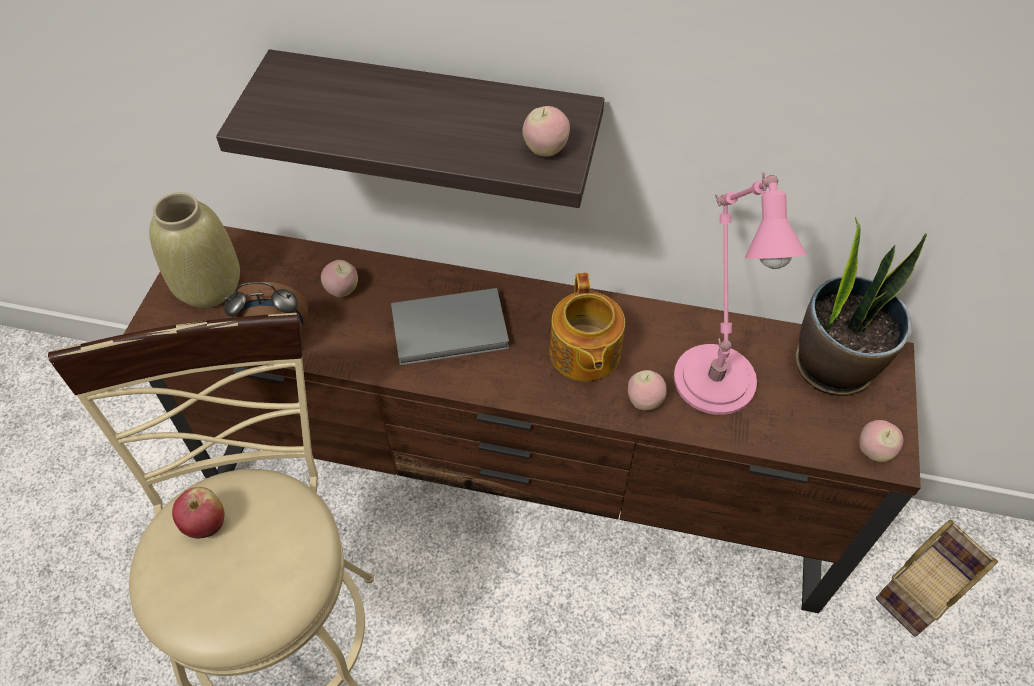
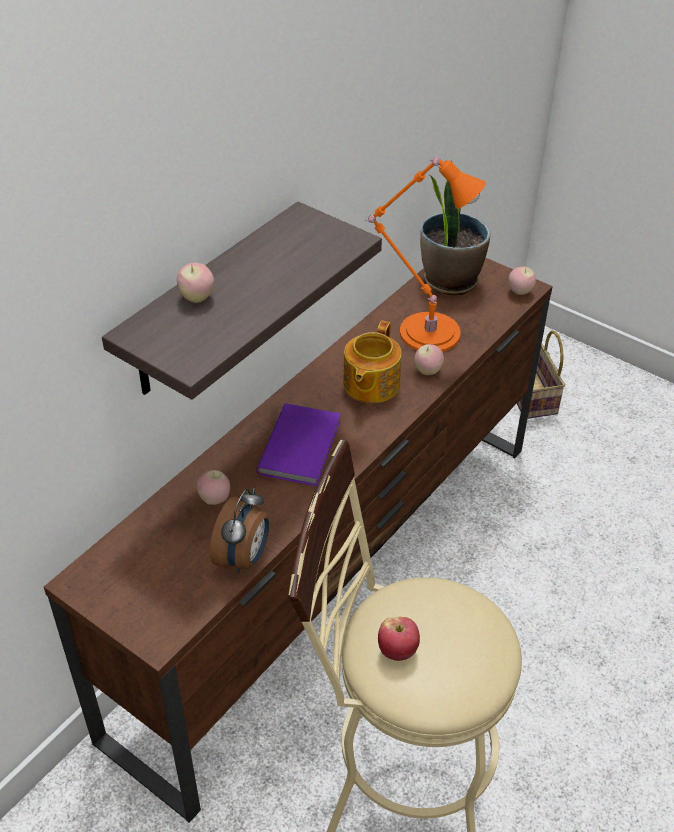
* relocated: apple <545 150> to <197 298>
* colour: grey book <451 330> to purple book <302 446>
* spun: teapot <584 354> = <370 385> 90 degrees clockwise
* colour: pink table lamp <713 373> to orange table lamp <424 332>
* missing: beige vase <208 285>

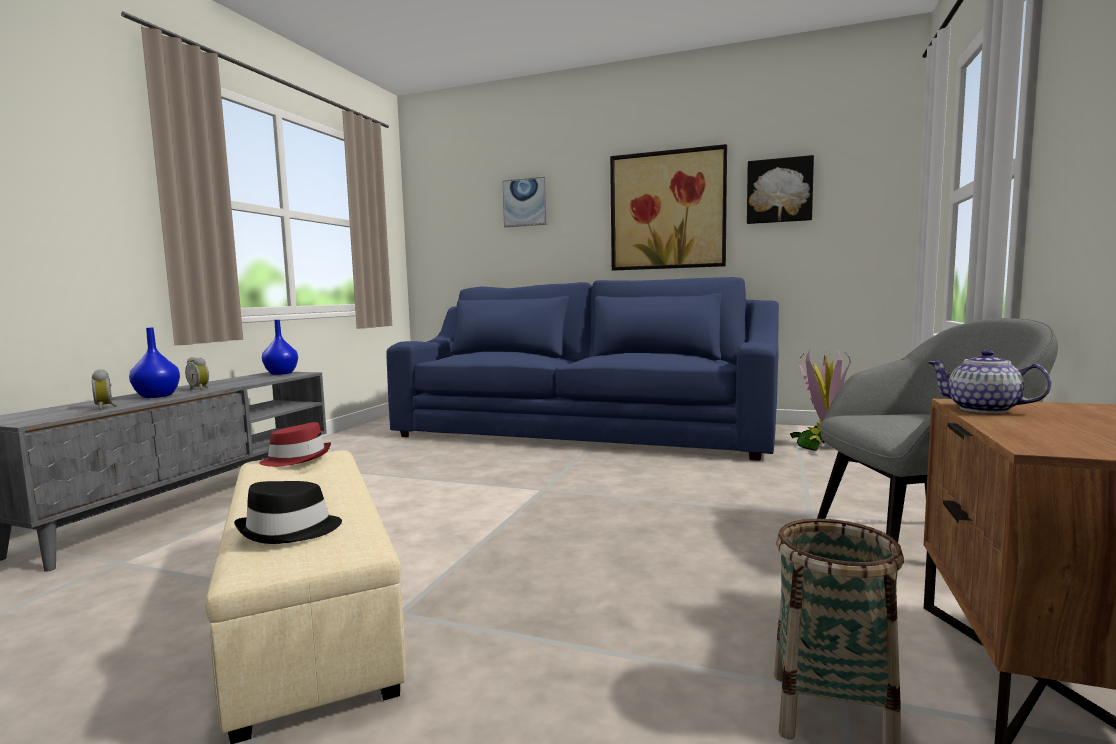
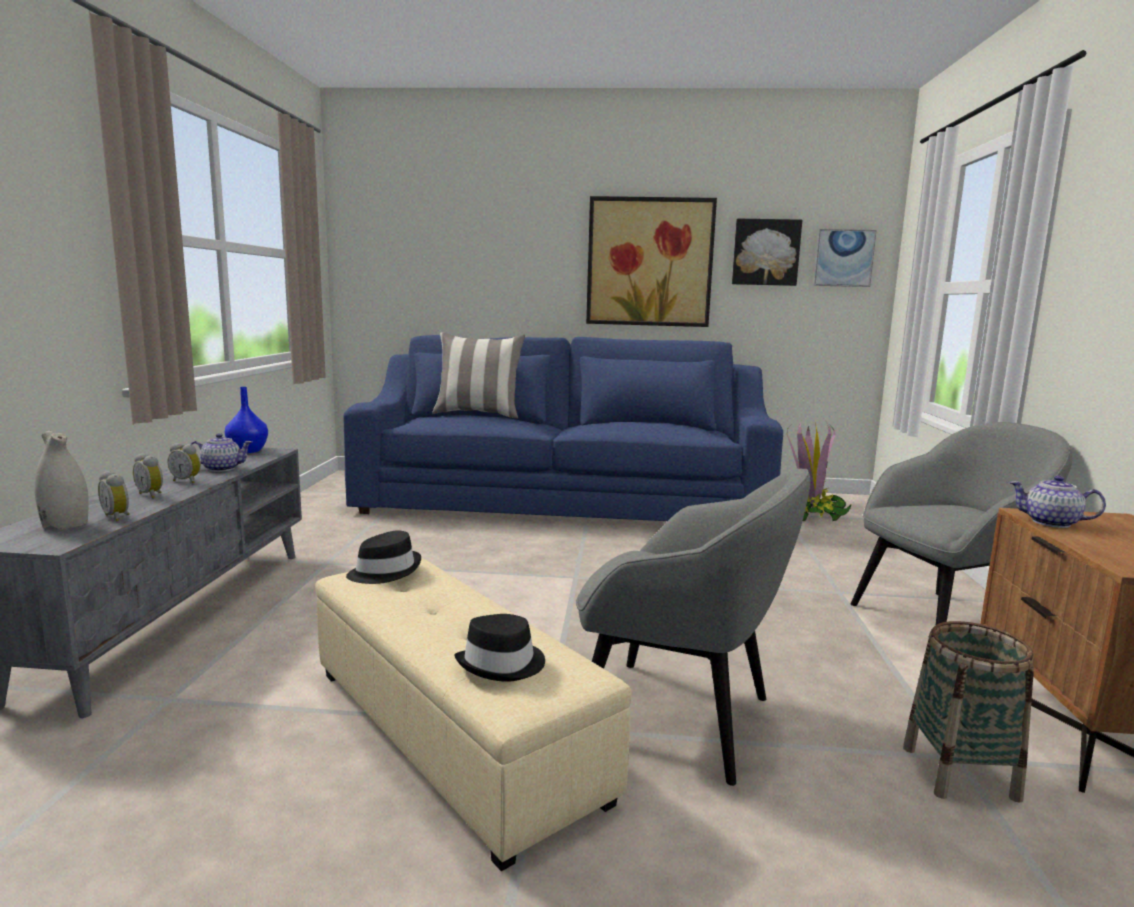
* appeared: white vase <65 526>
* exchanged: blue vase <158 396> to alarm clock <152 495>
* appeared: teapot <221 468>
* colour: red hat <297 458> to black hat <385 571>
* appeared: pillow <478 414>
* appeared: grey armchair <680 718>
* relocated: picture <525 202> to <843 258>

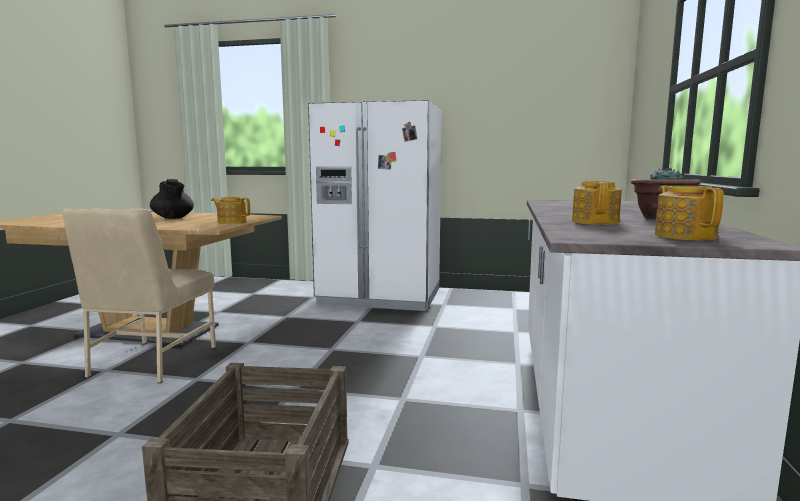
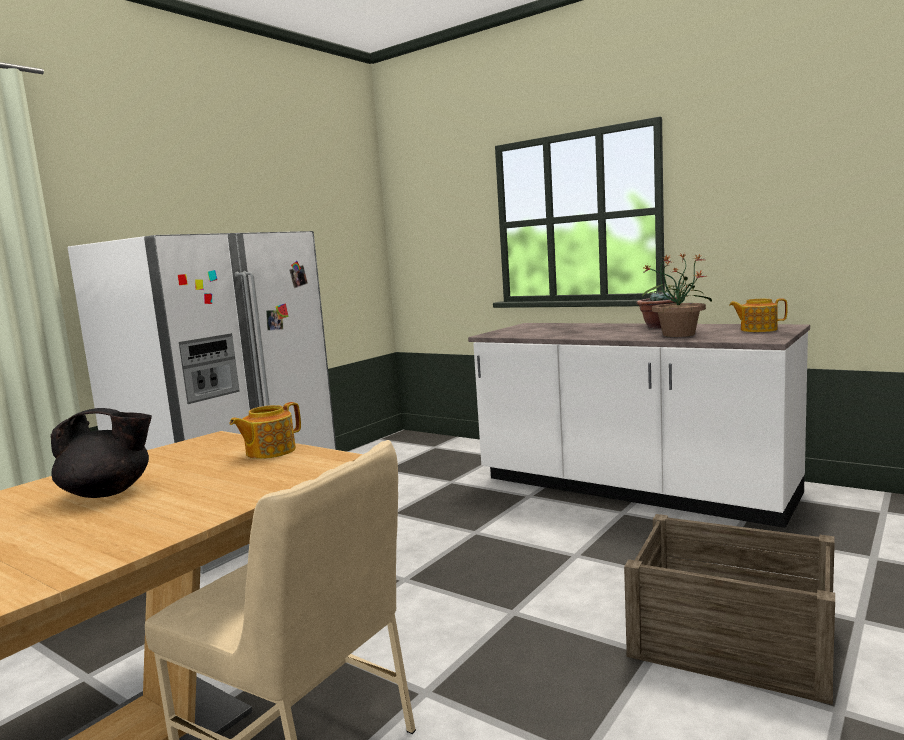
* exchanged: teapot <595 222> to potted plant <677 334>

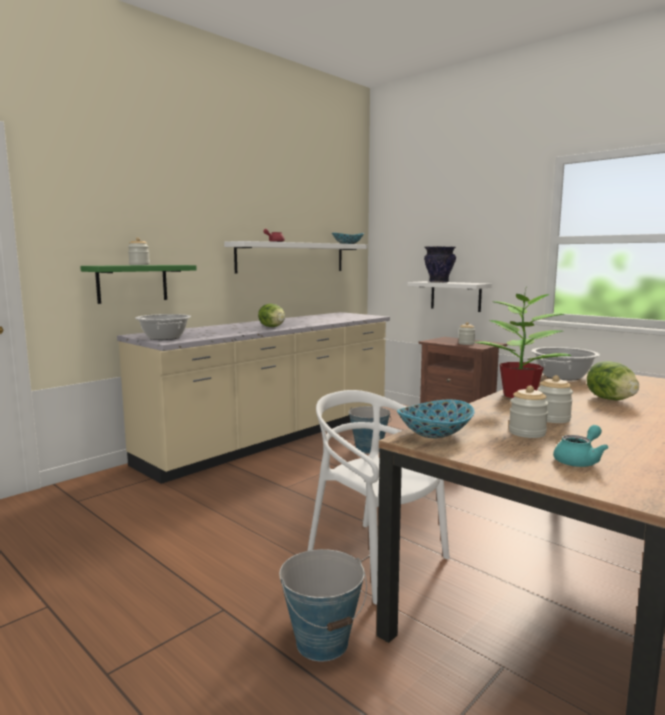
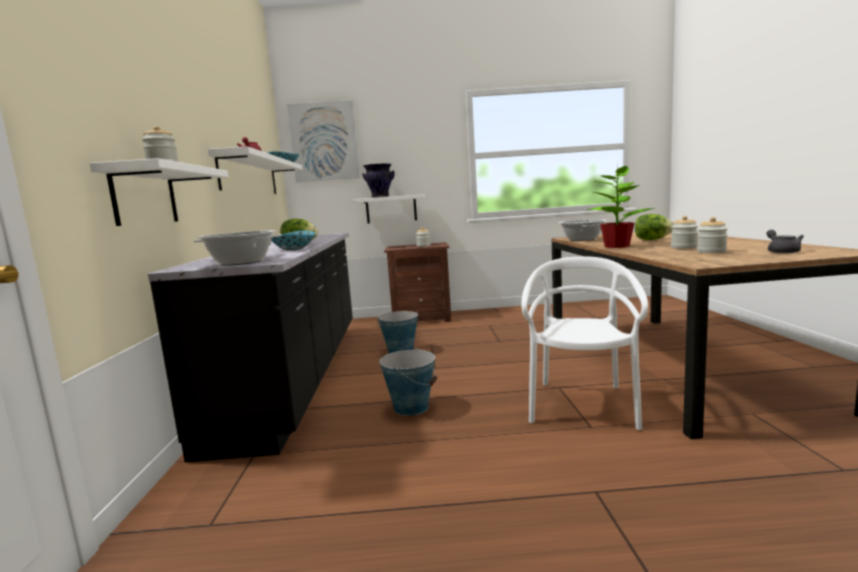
* colour: green shelf <132 283> to white shelf <145 196>
* colour: beige counter <274 438> to black counter <299 374>
* relocated: bowl <434 434> to <293 249>
* appeared: picture <324 141>
* relocated: bucket <322 642> to <411 407>
* spun: white chair <375 559> = <581 405> 105 degrees clockwise
* colour: turquoise teapot <579 461> to grey teapot <781 251>

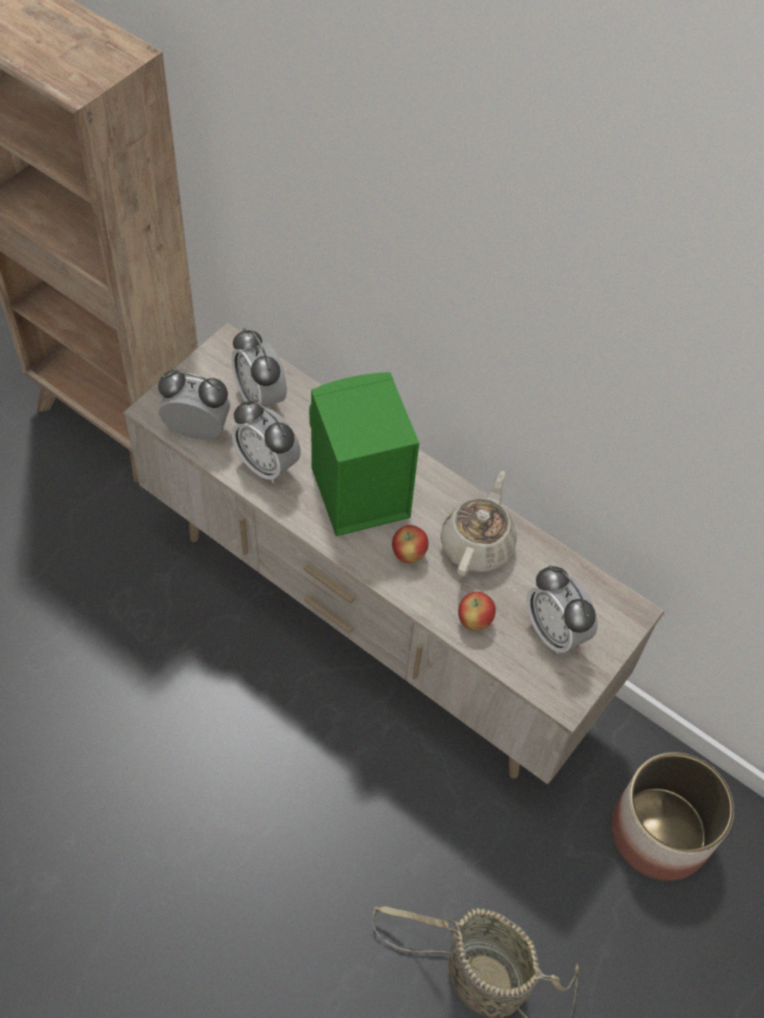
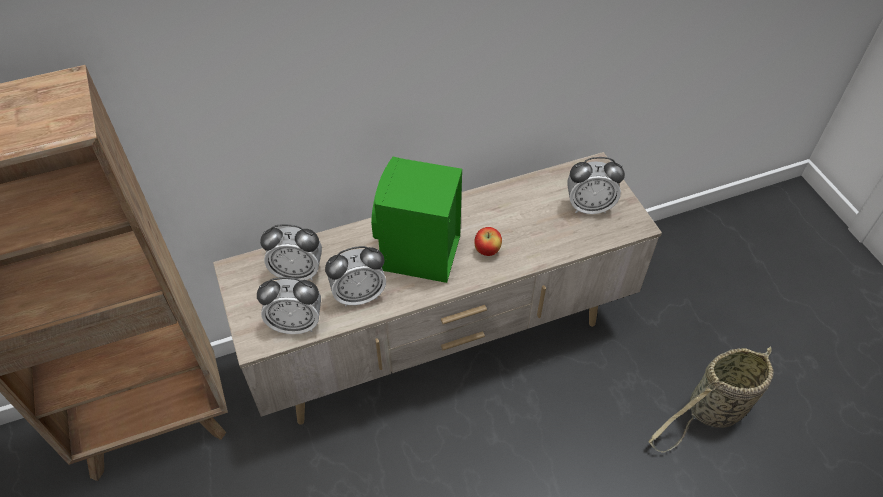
* spun: alarm clock <197 430> = <296 324> 135 degrees counterclockwise
* missing: beige teapot <477 544>
* missing: apple <474 621>
* missing: planter <660 832>

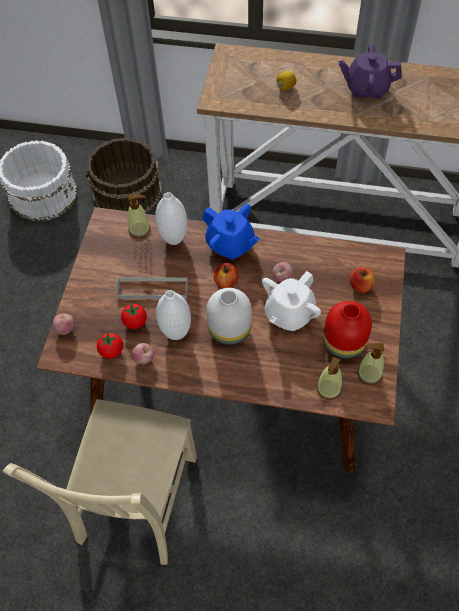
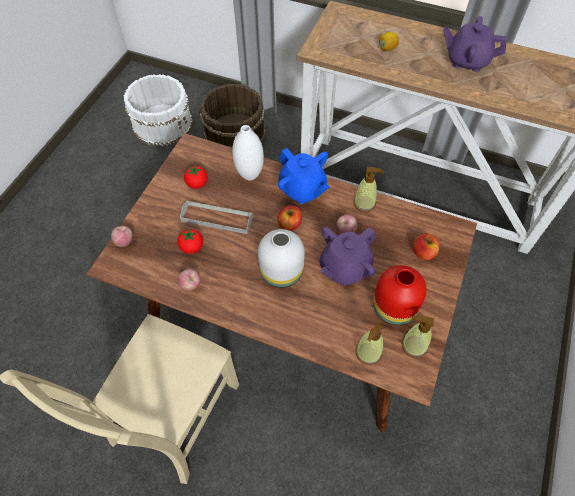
* relocated: tomato <111 351> to <197 184>
* colour: white teapot <289 314> to purple teapot <344 267>
* relocated: soap dispenser <140 230> to <364 203>
* missing: white vase <176 333>

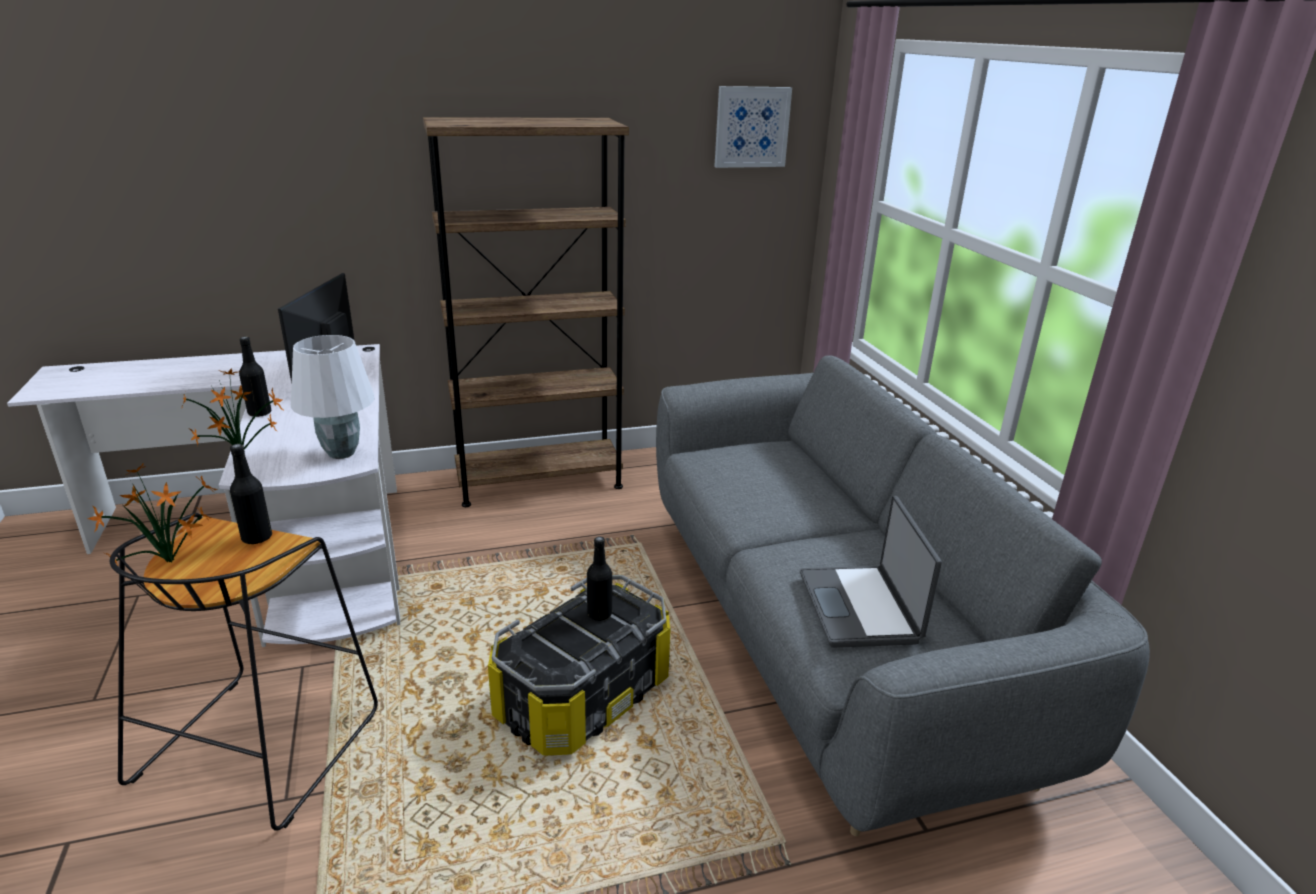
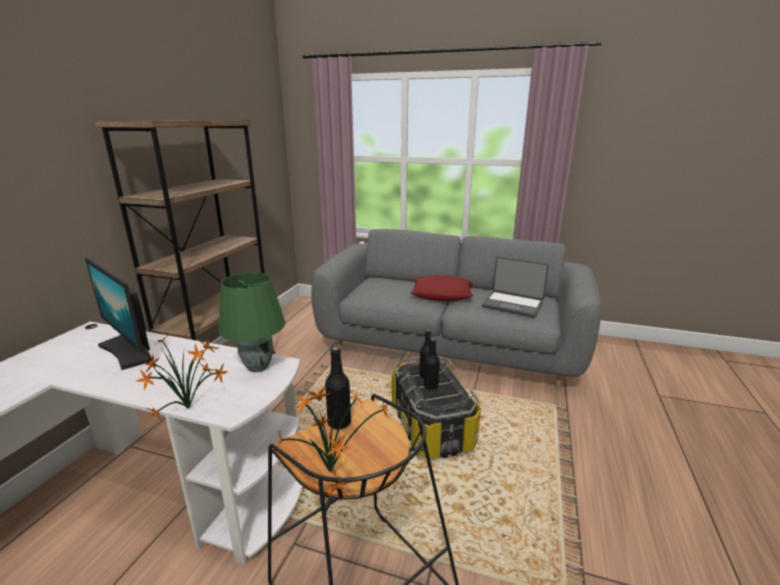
* colour: white table lamp <342 452> to green table lamp <257 366>
* appeared: red pillow <442 294>
* relocated: black bottle <259 413> to <431 386>
* missing: picture <751 127>

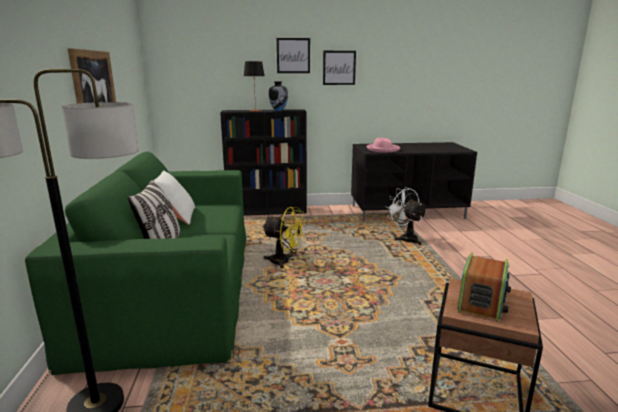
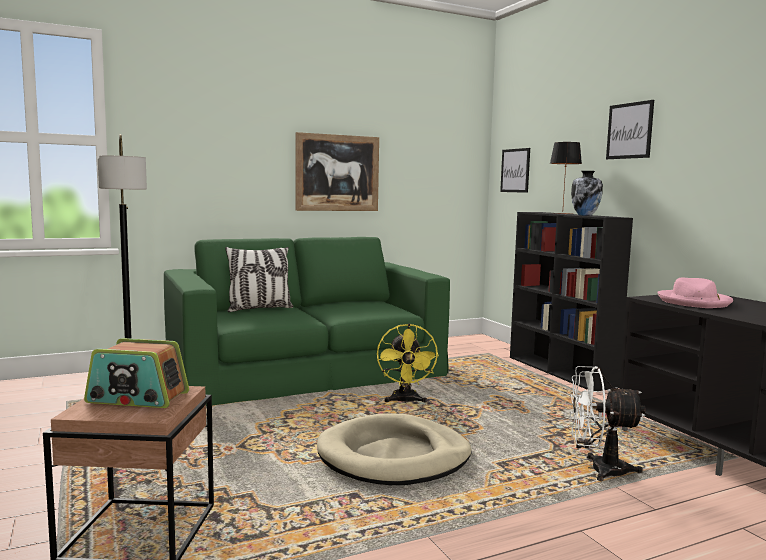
* appeared: beige dog bed <394 456>
* relocated: picture <339 67> to <515 170>
* spun: white fan <405 238> = <598 470> 120 degrees counterclockwise
* missing: white pillow <176 216>

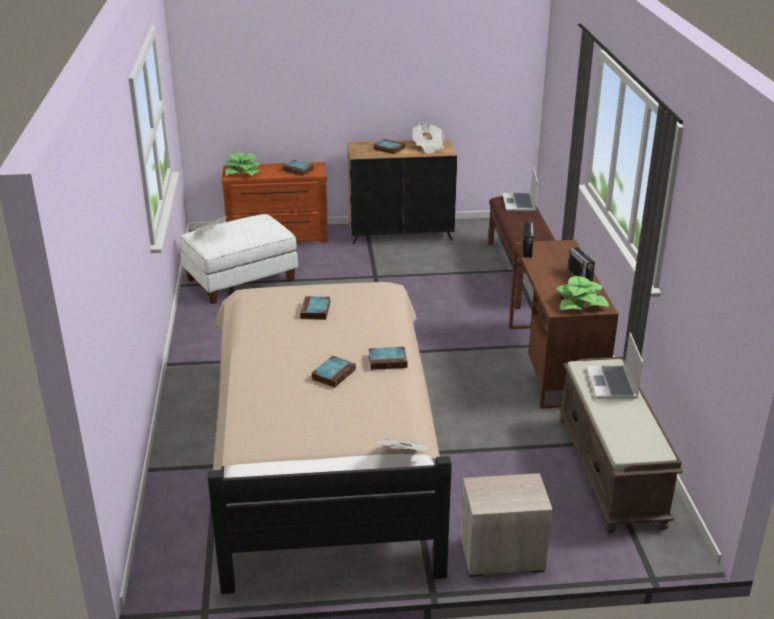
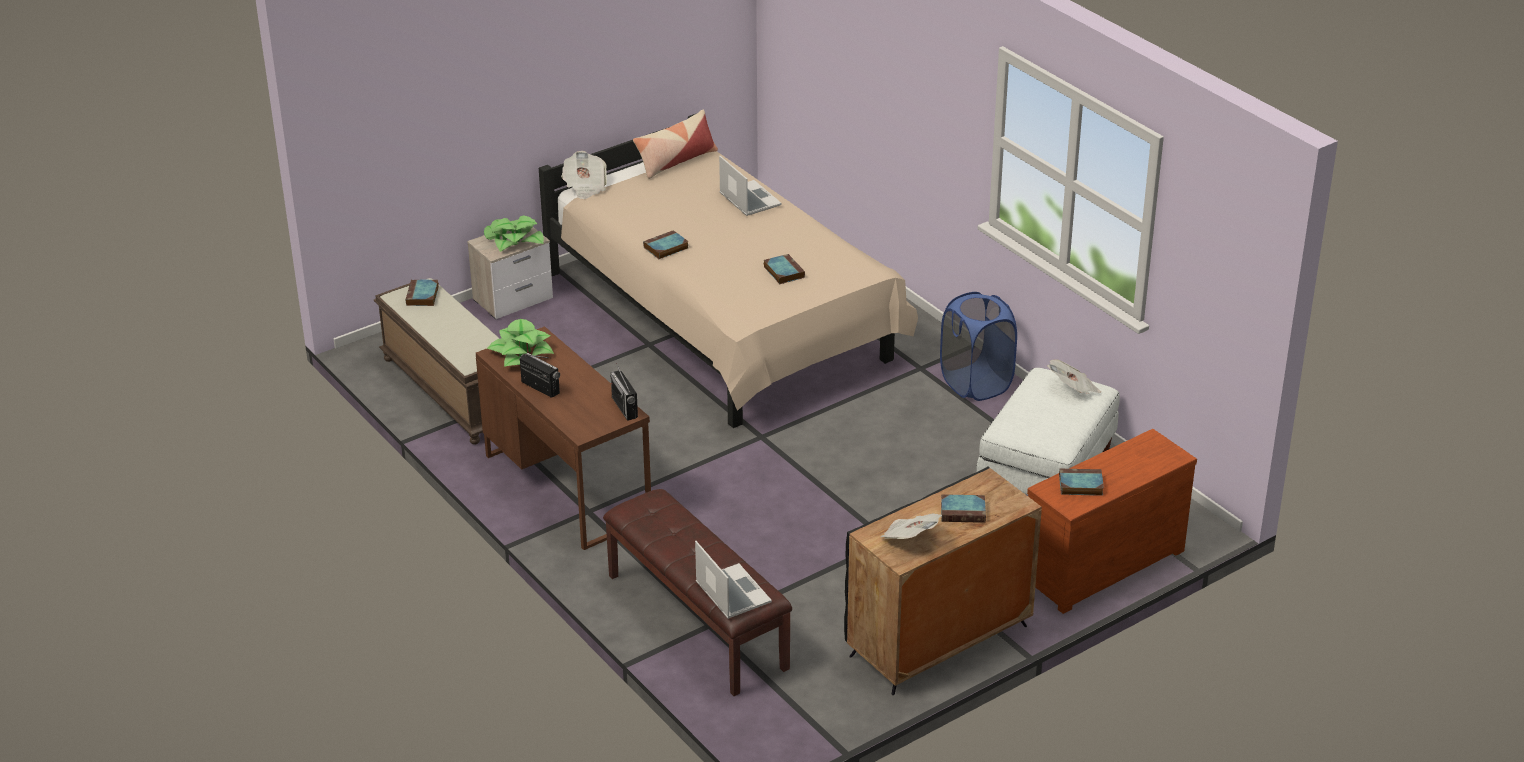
* relocated: book <334 374> to <422 296>
* relocated: potted plant <243 172> to <514 240>
* appeared: pillow <676 161>
* relocated: laptop <612 384> to <748 200>
* appeared: blue laundry basket <975 383>

